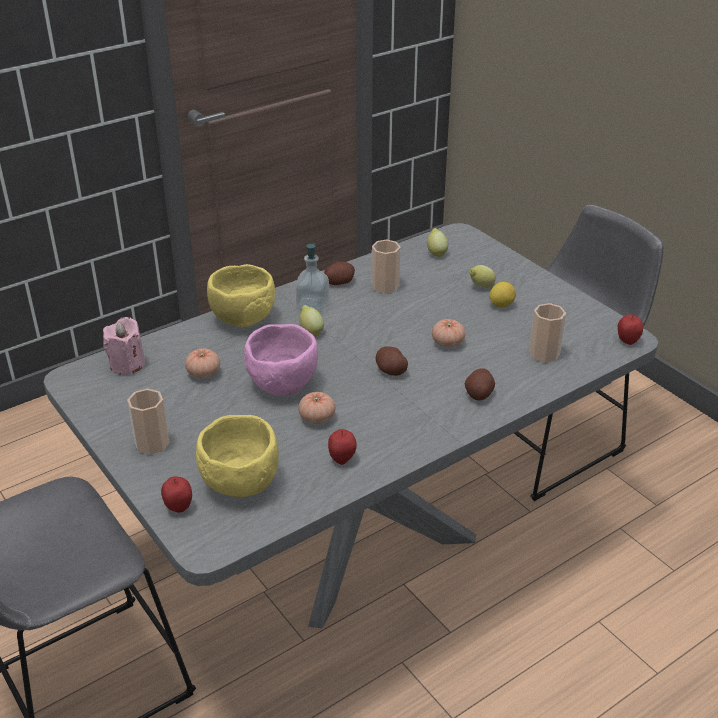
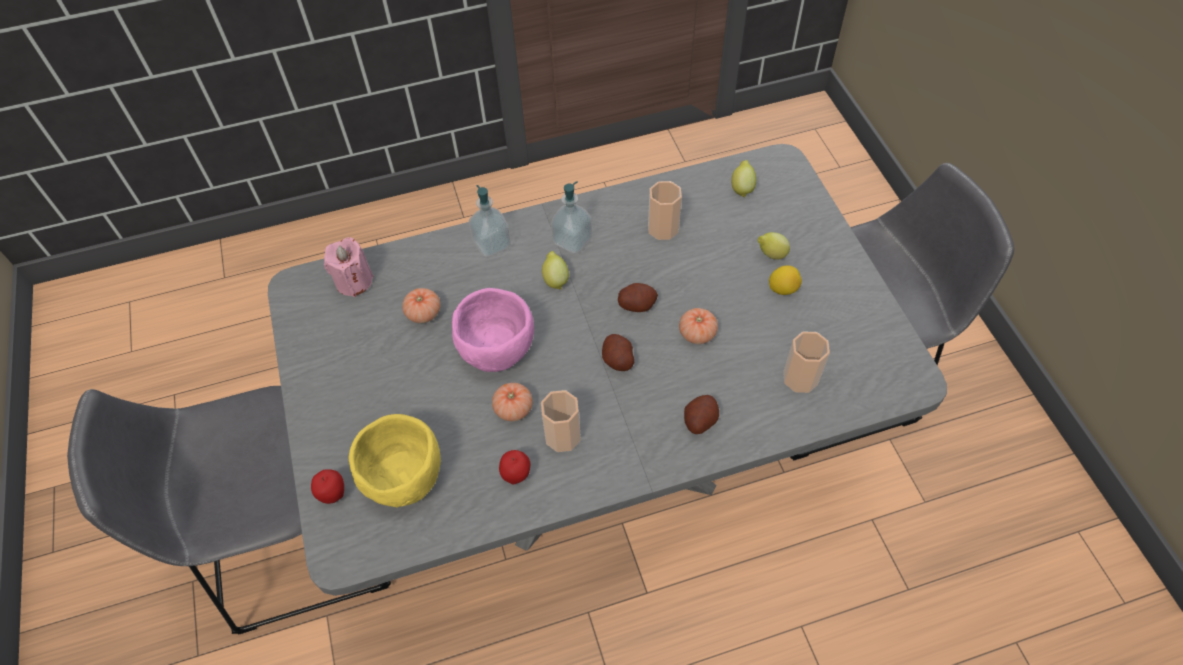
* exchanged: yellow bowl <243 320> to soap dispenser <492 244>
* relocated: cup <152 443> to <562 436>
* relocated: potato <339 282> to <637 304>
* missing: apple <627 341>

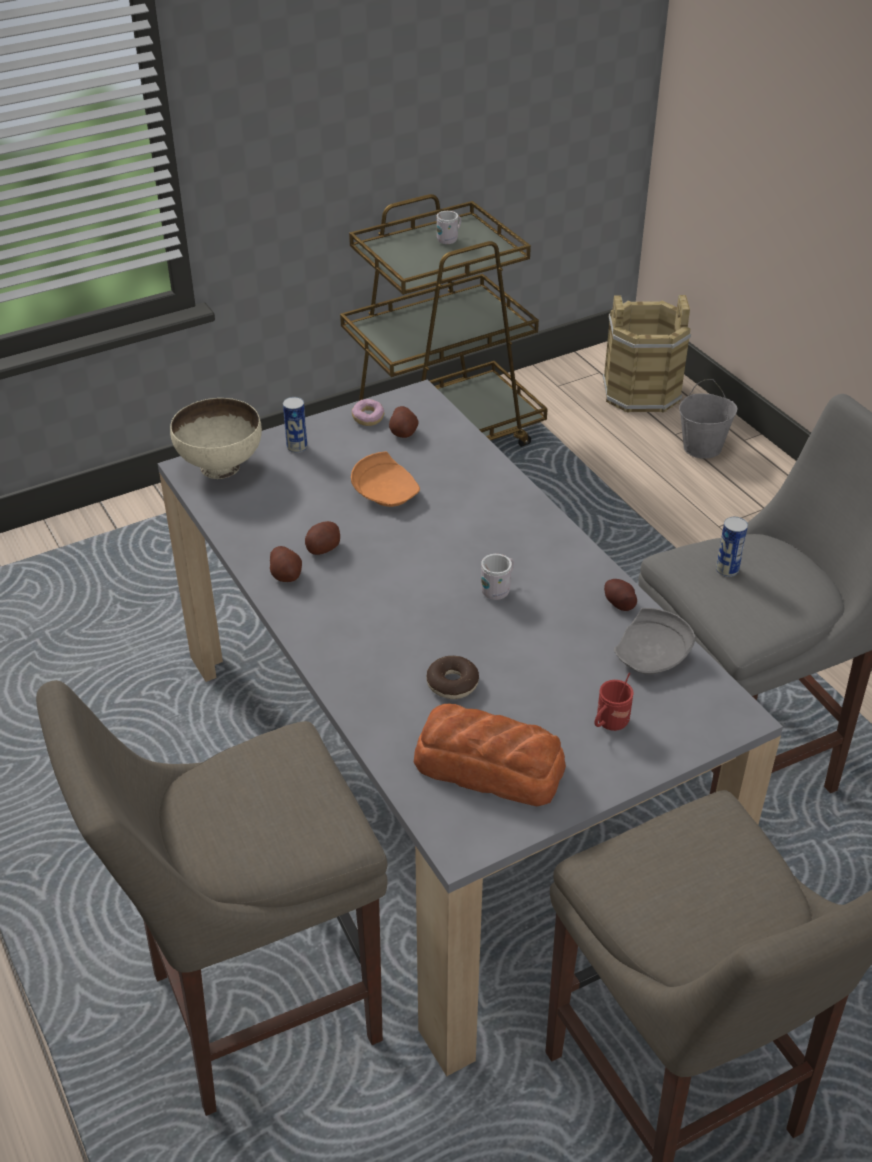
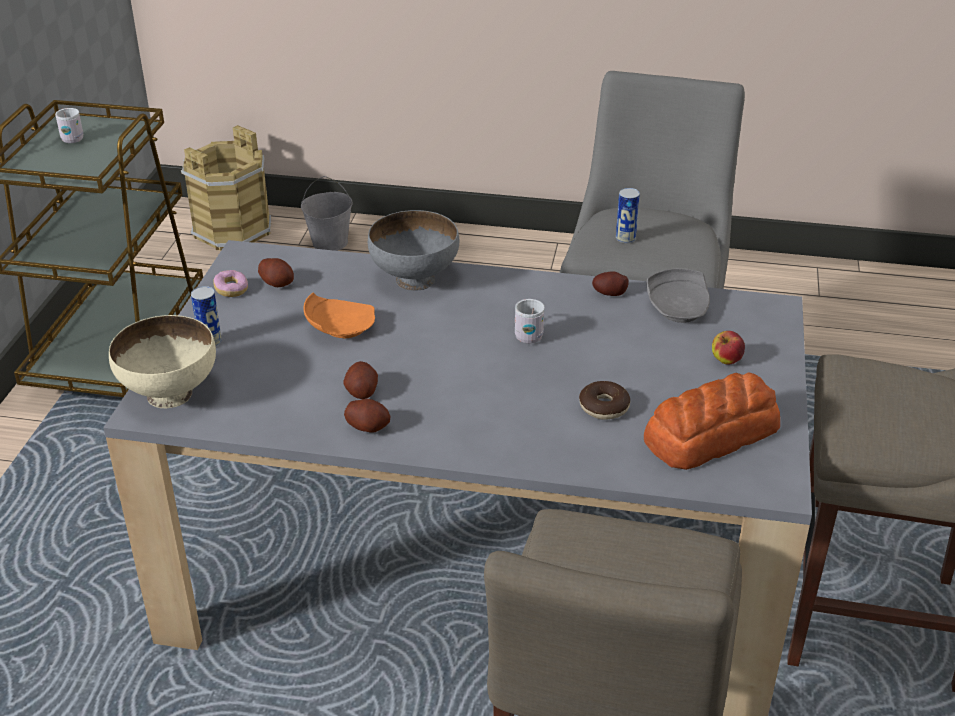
* appeared: grey bowl <415 279>
* exchanged: red mug <609 724> to apple <726 360>

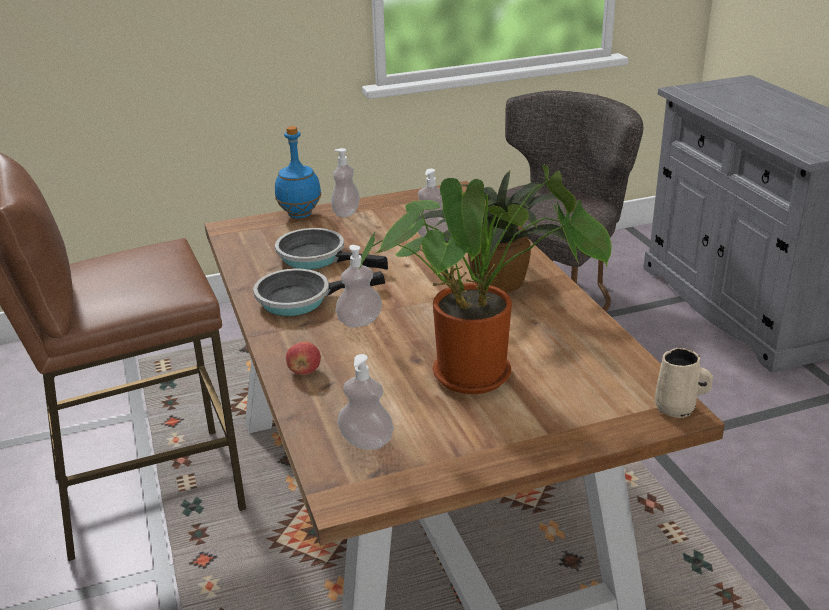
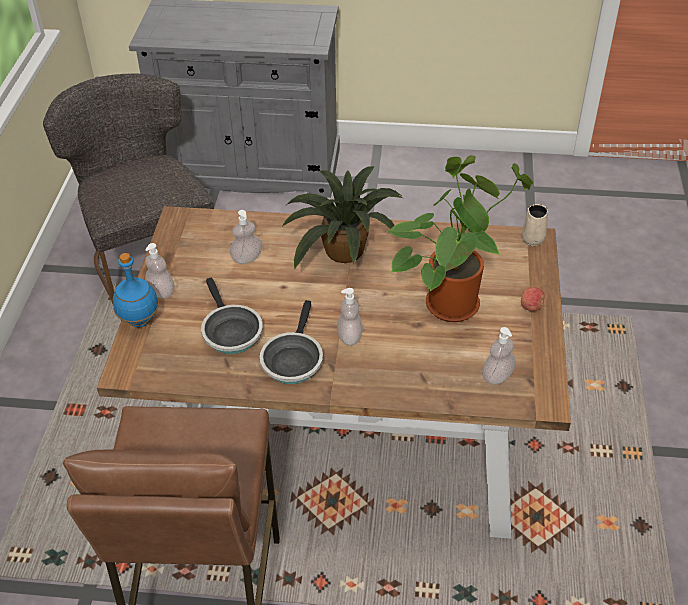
* spun: frying pan <317 257> = <230 331> 75 degrees counterclockwise
* relocated: apple <304 371> to <531 307>

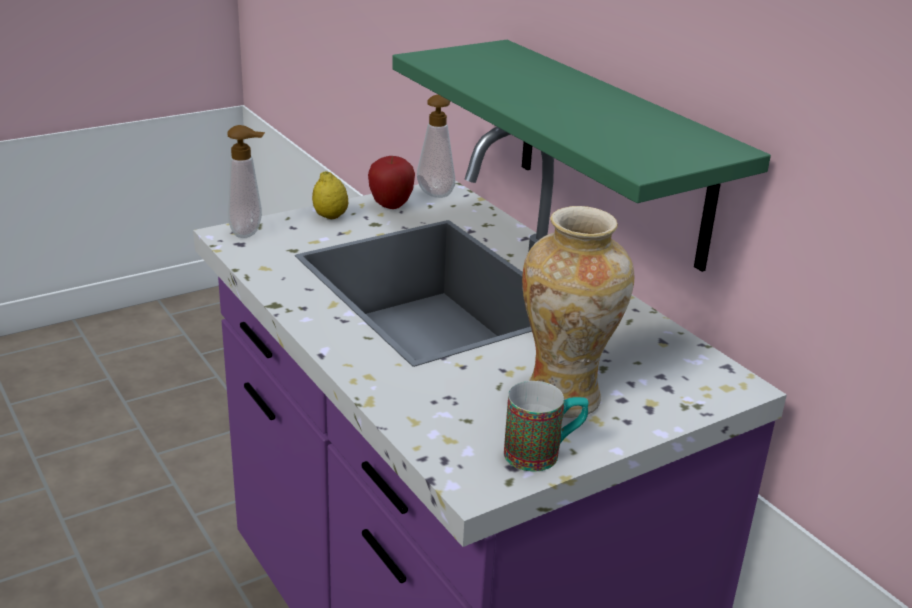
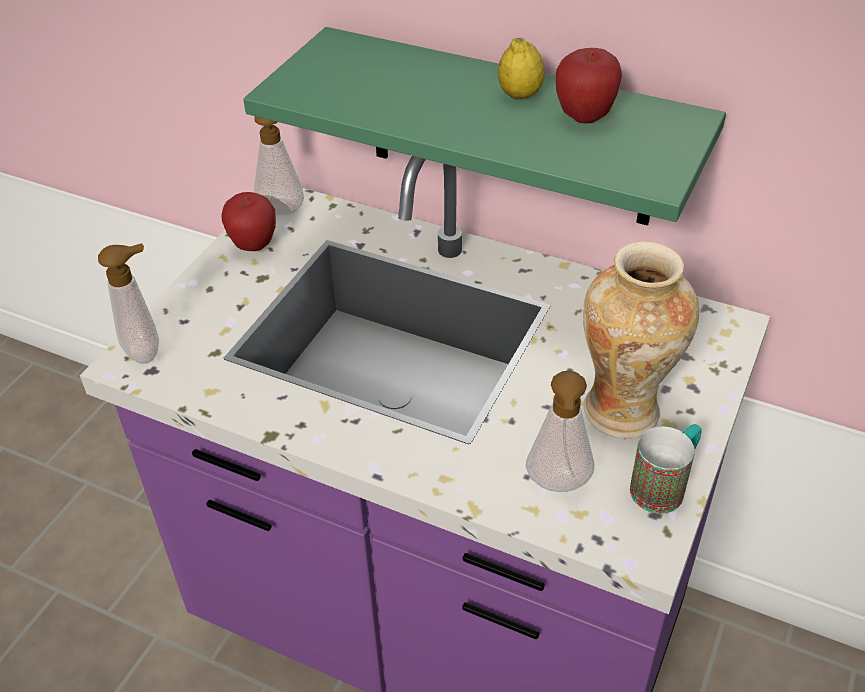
* relocated: lemon <330 217> to <520 95>
* appeared: soap dispenser <558 486>
* appeared: apple <584 117>

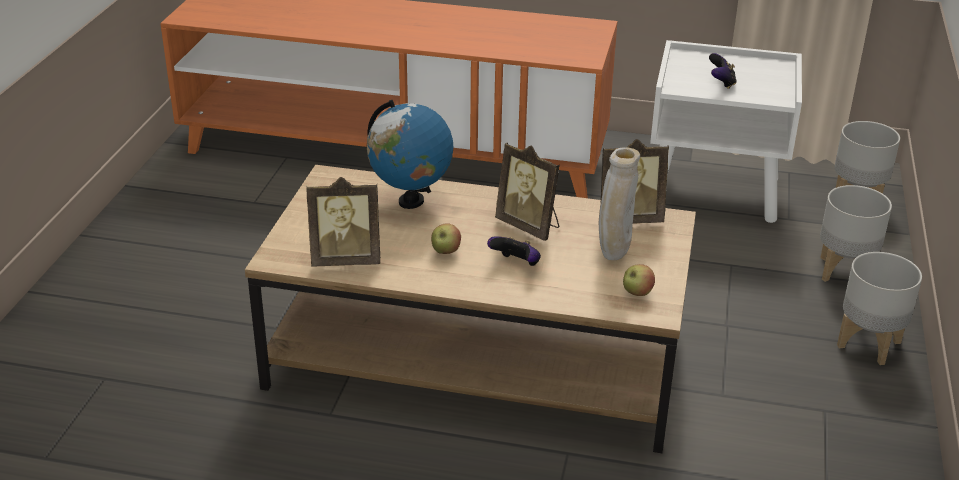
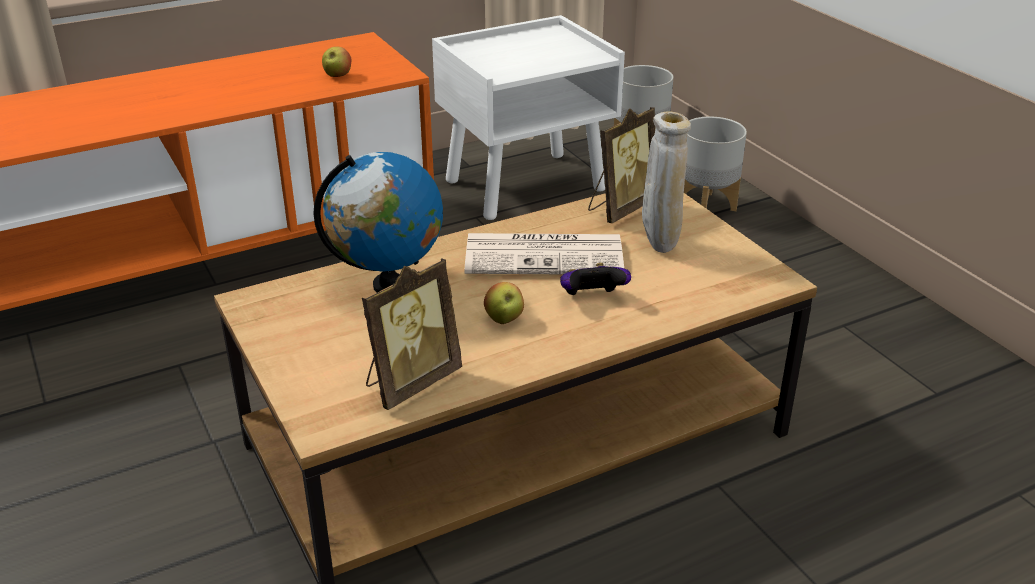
* relocated: apple <637 293> to <337 76>
* exchanged: picture frame <529 226> to newspaper <546 255>
* missing: game controller <721 83>
* missing: grey planter <870 345>

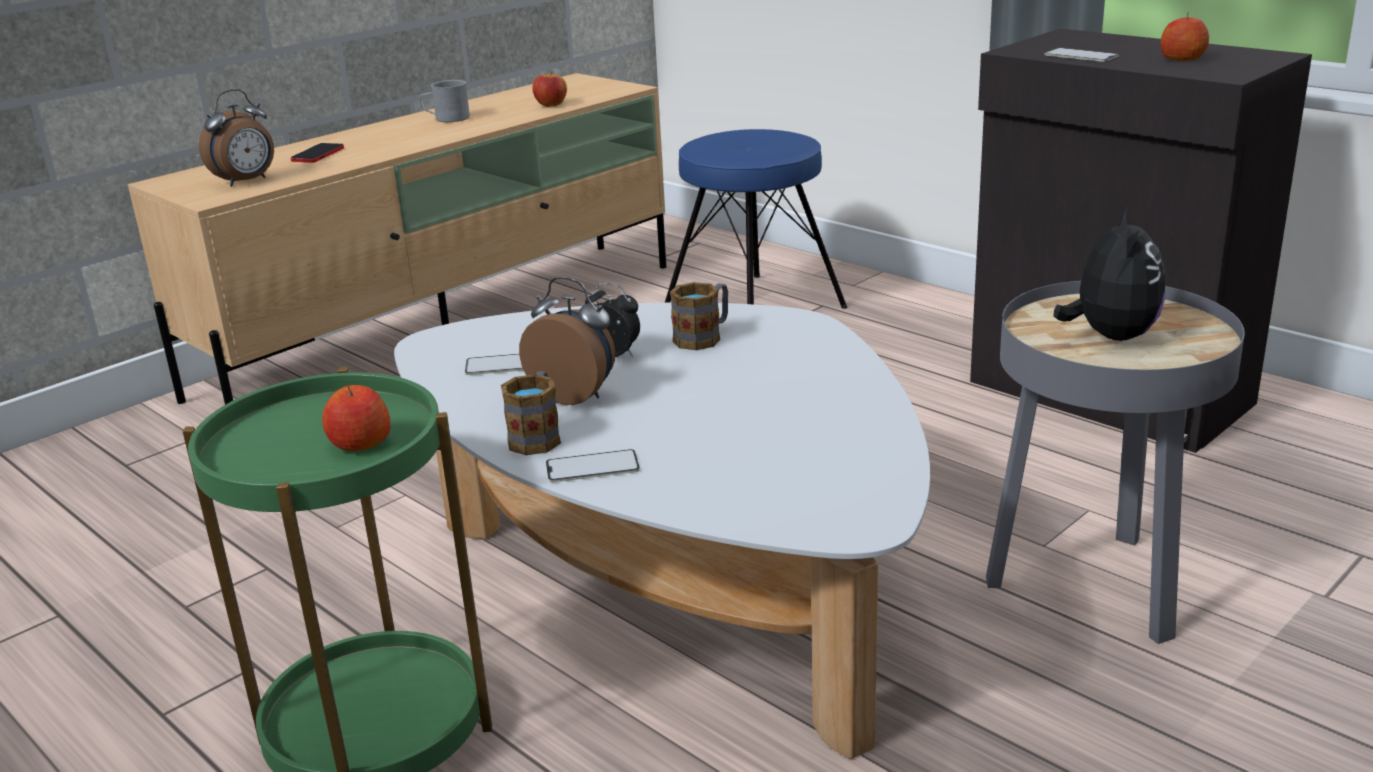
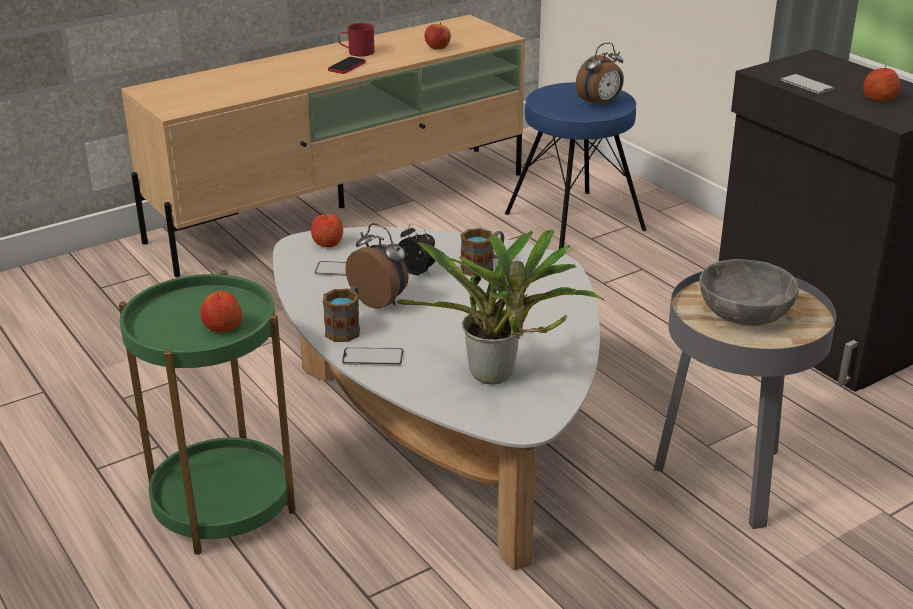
* appeared: apple <328 243>
* relocated: phone <317 154> to <346 66>
* colour: grey mug <446 118> to red mug <357 52>
* appeared: potted plant <497 377>
* relocated: alarm clock <247 182> to <600 104>
* exchanged: plush toy <1110 336> to grey bowl <743 314>

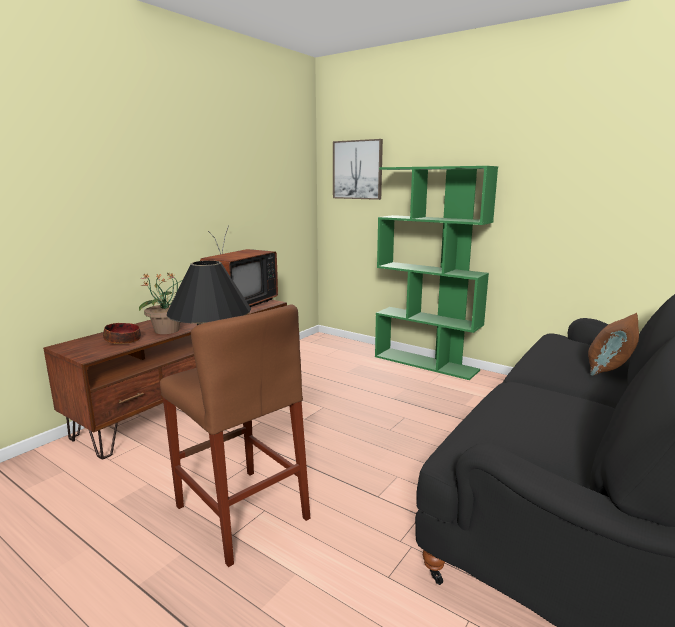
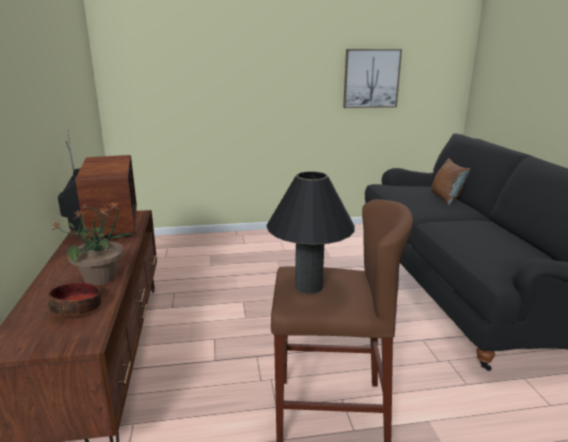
* relocated: picture <357 170> to <371 78>
* missing: green bookcase <426 363>

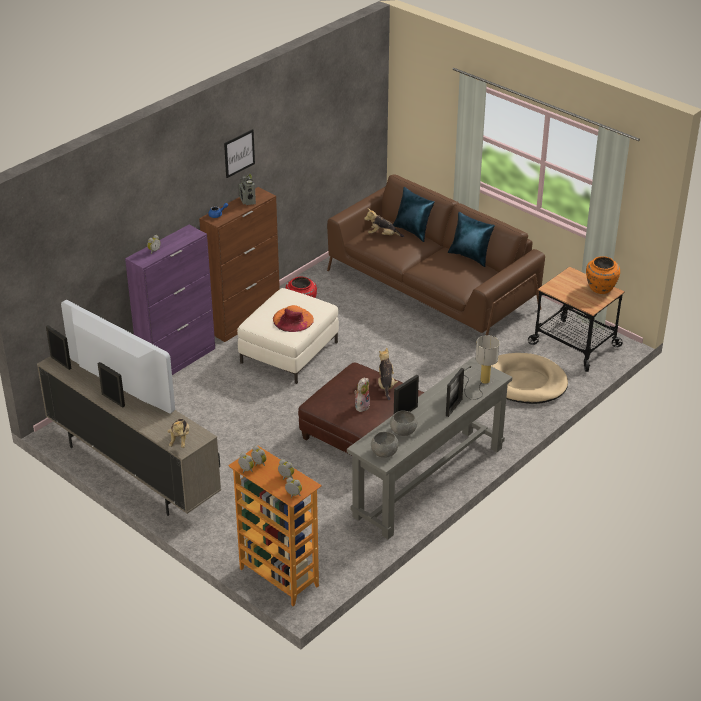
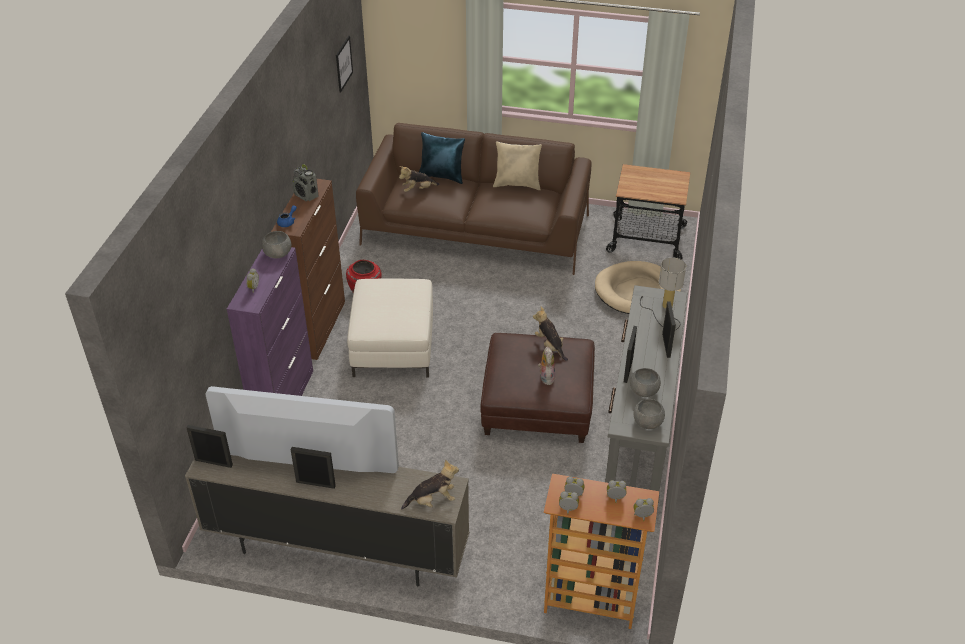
* appeared: grey bowl <277 254>
* relocated: picture <239 153> to <344 63>
* spun: plush toy <180 440> = <432 500> 75 degrees counterclockwise
* colour: blue pillow <470 256> to beige pillow <517 184>
* missing: orange hat <293 319>
* missing: orange vase <600 289>

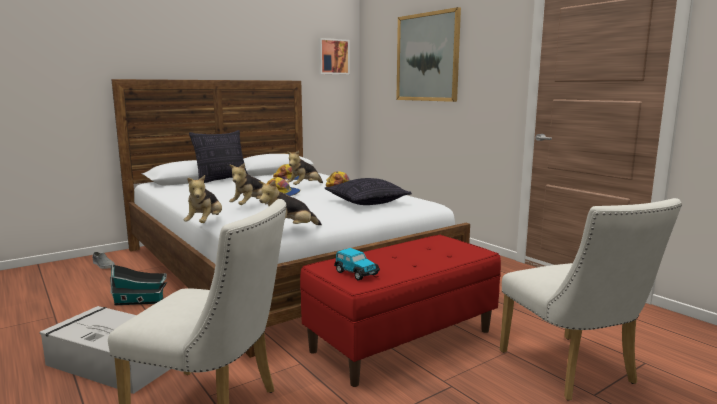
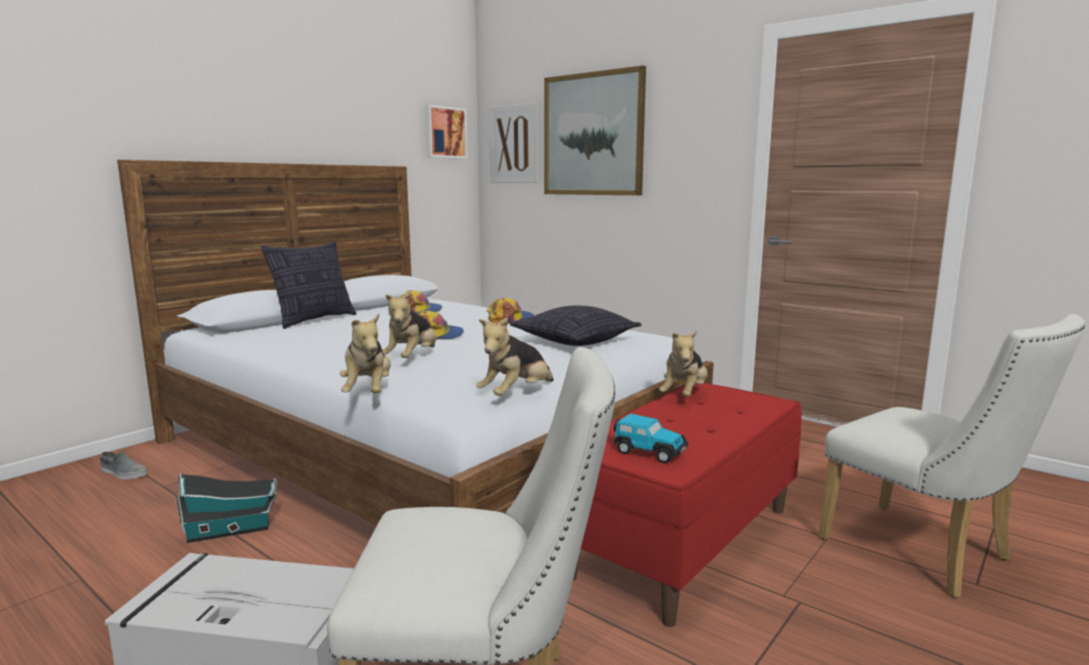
* appeared: picture <513 144>
* relocated: plush toy <304 186> to <684 395>

